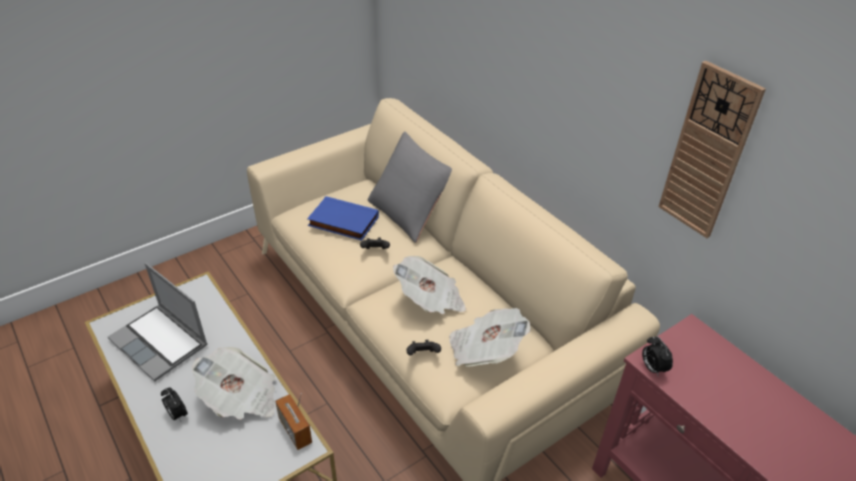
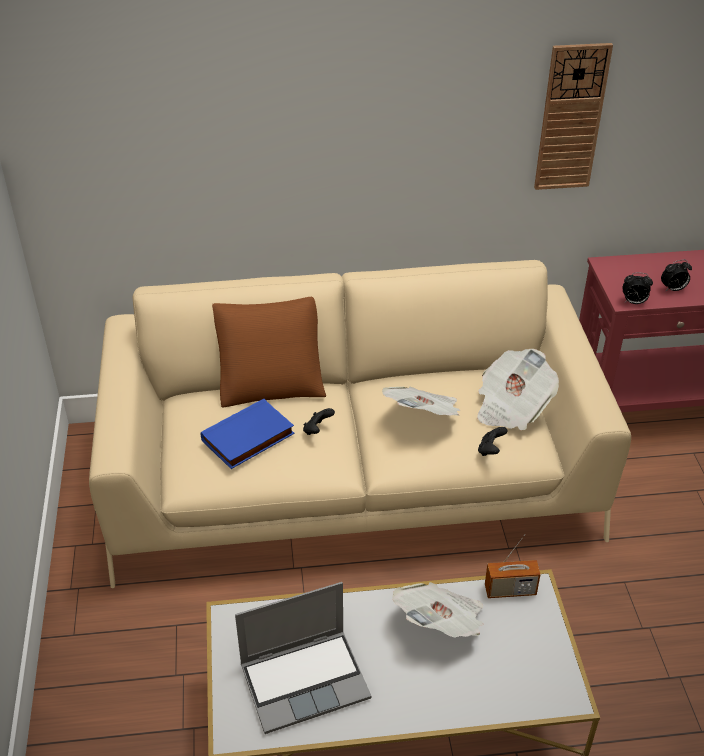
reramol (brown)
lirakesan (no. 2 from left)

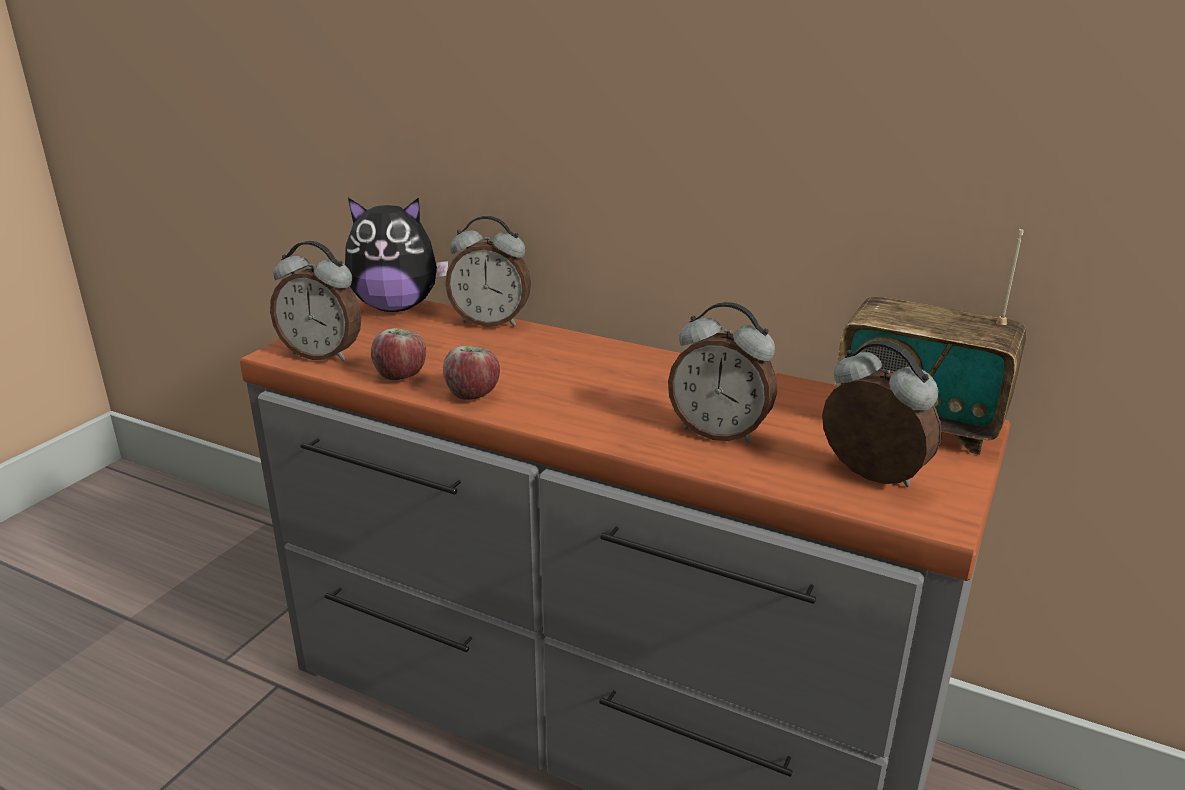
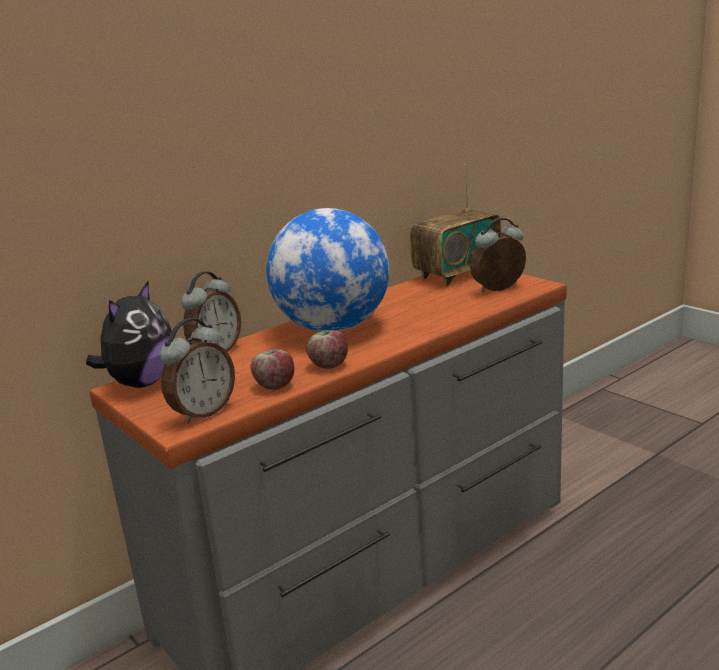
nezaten
lirakesan (no. 3 from left in the first image)

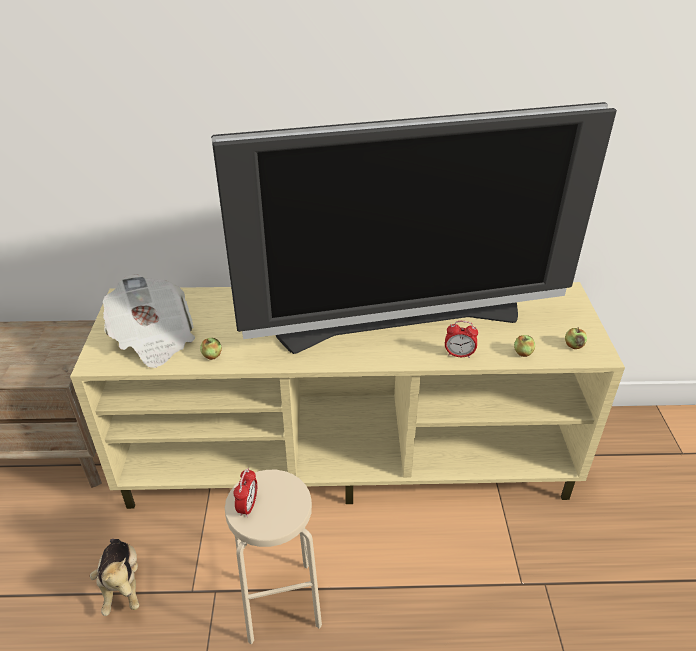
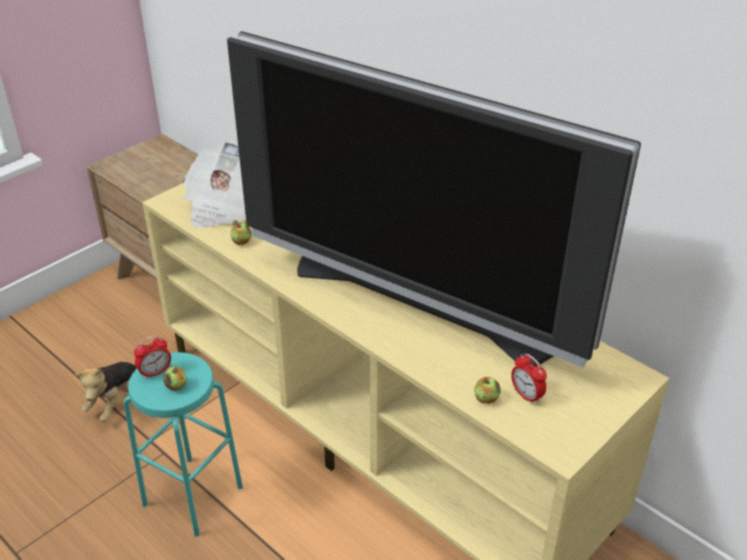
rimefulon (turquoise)
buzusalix (no. 1 from left)
lirakesan (no. 2 from left)

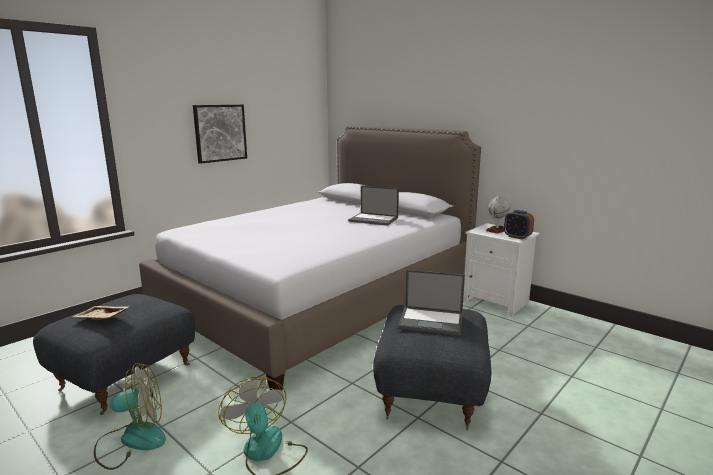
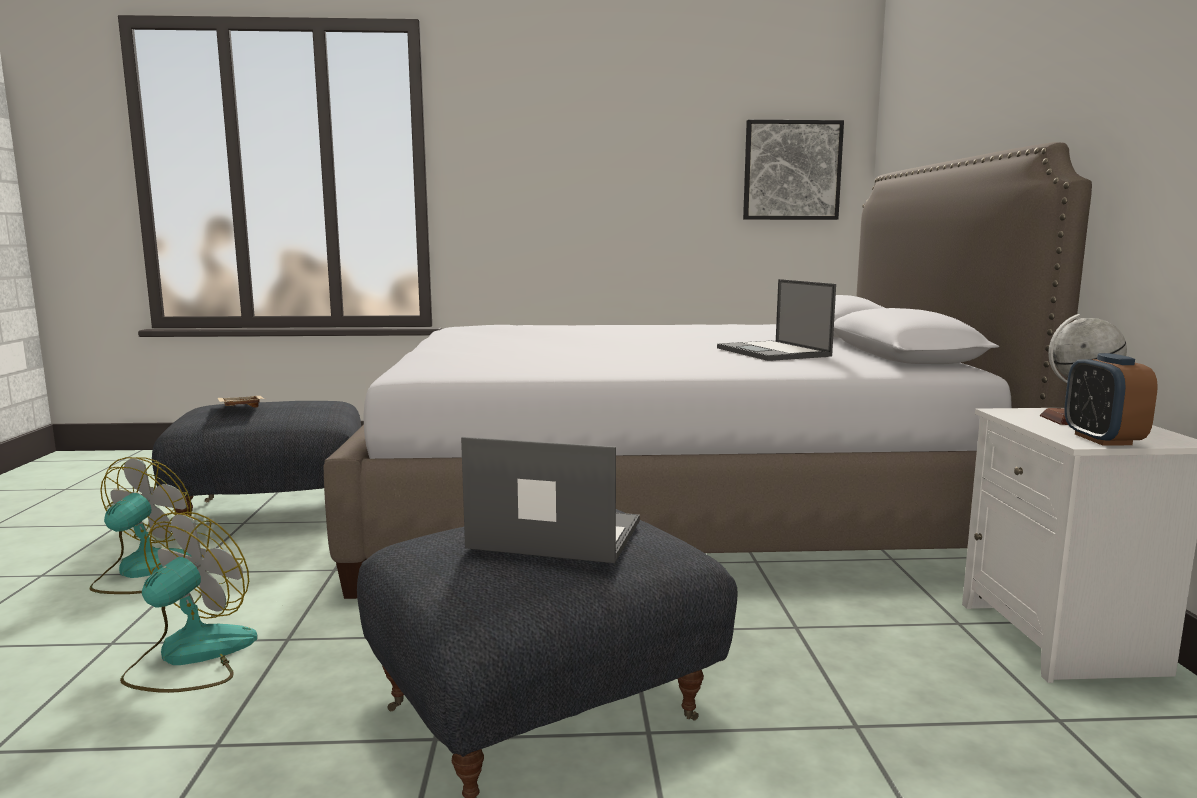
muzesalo (no. 1 from left)
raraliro (no. 1 from left)
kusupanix

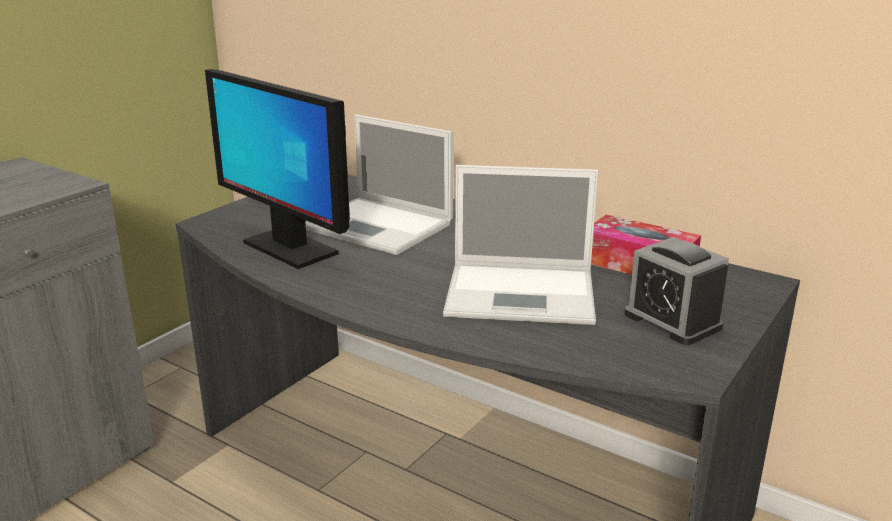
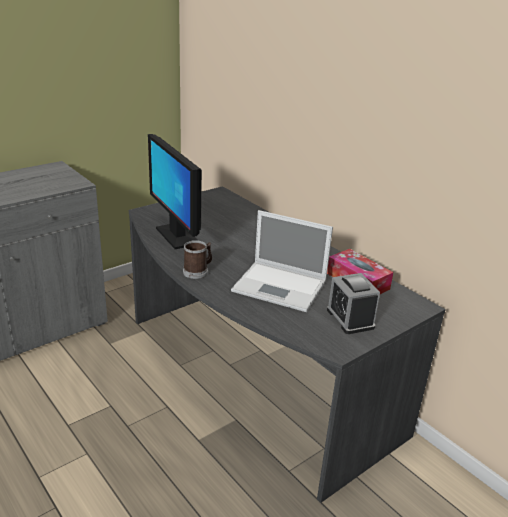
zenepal
raraliro (no. 1 from left in the first image)

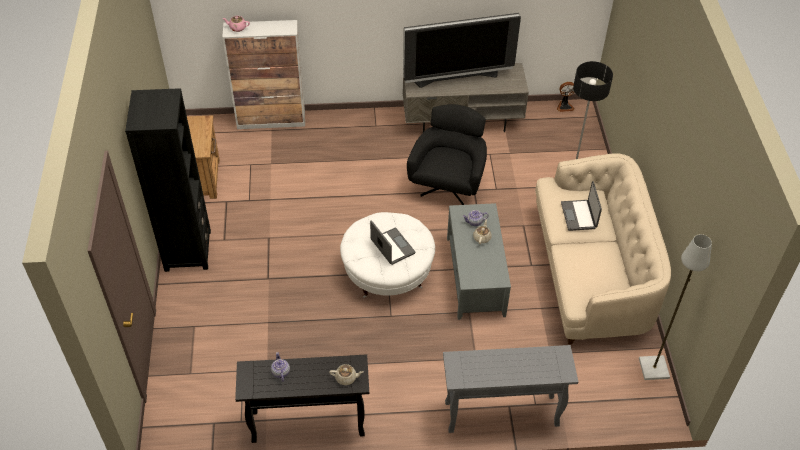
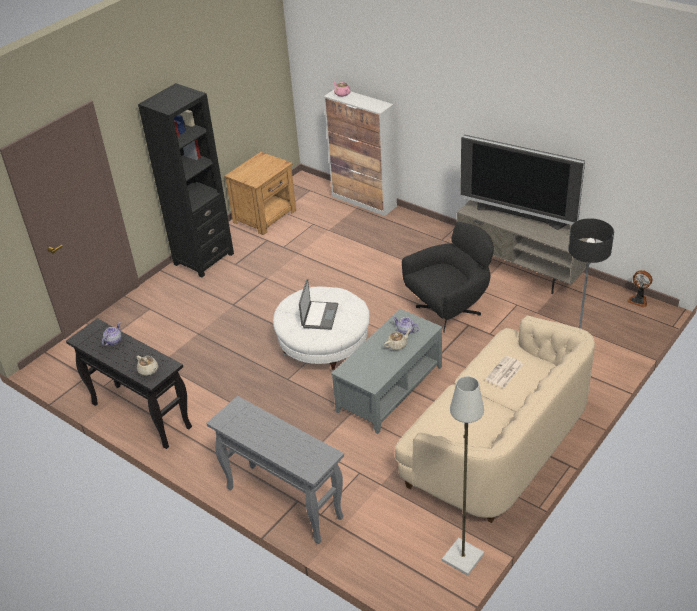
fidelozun

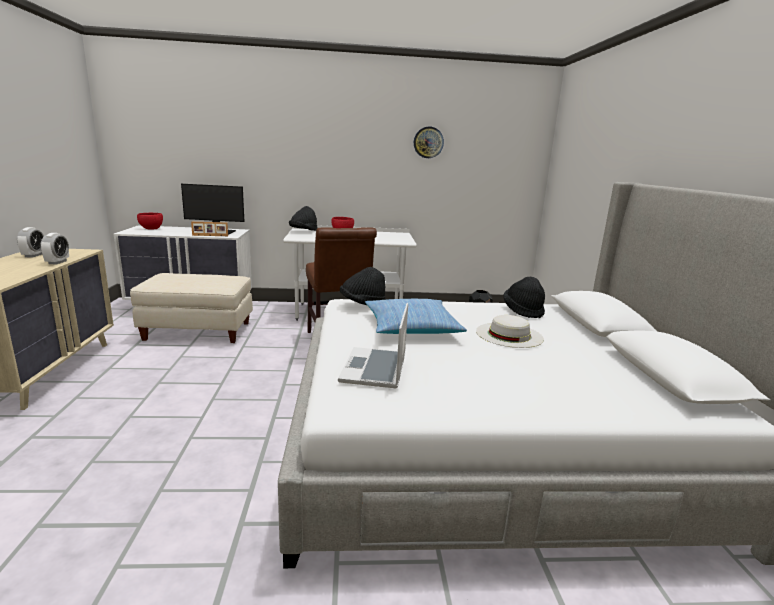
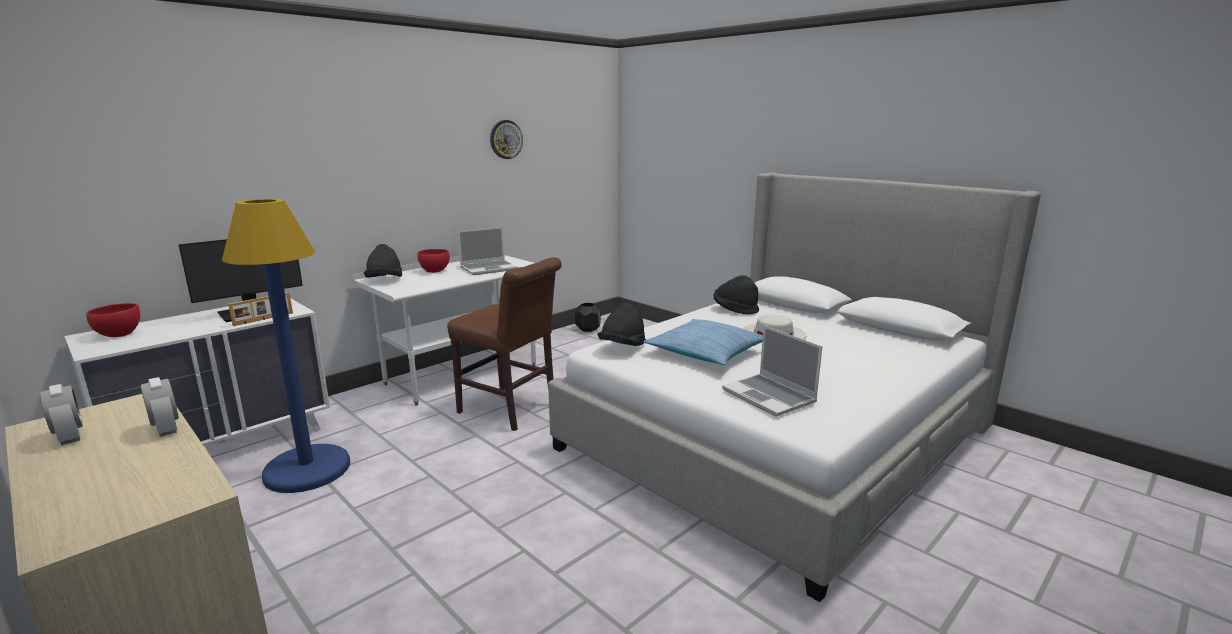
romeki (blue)
raraliro (no. 1 from left)

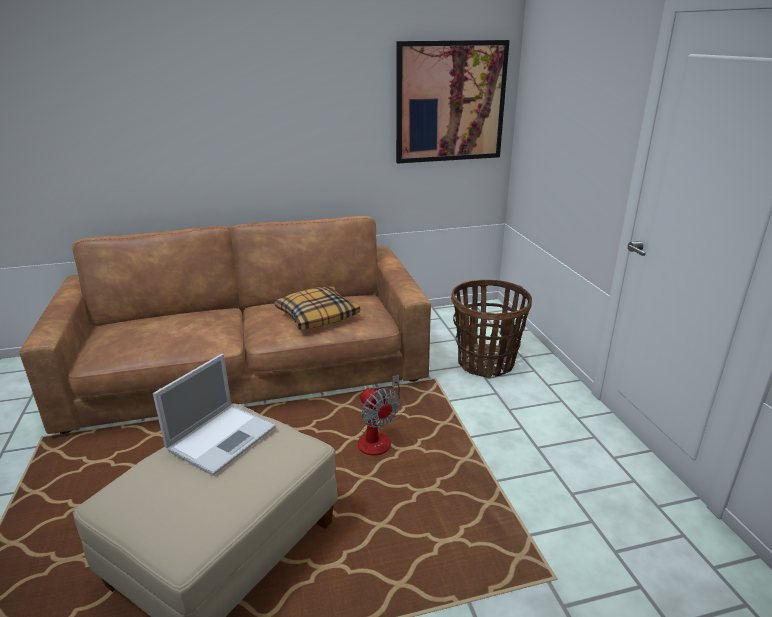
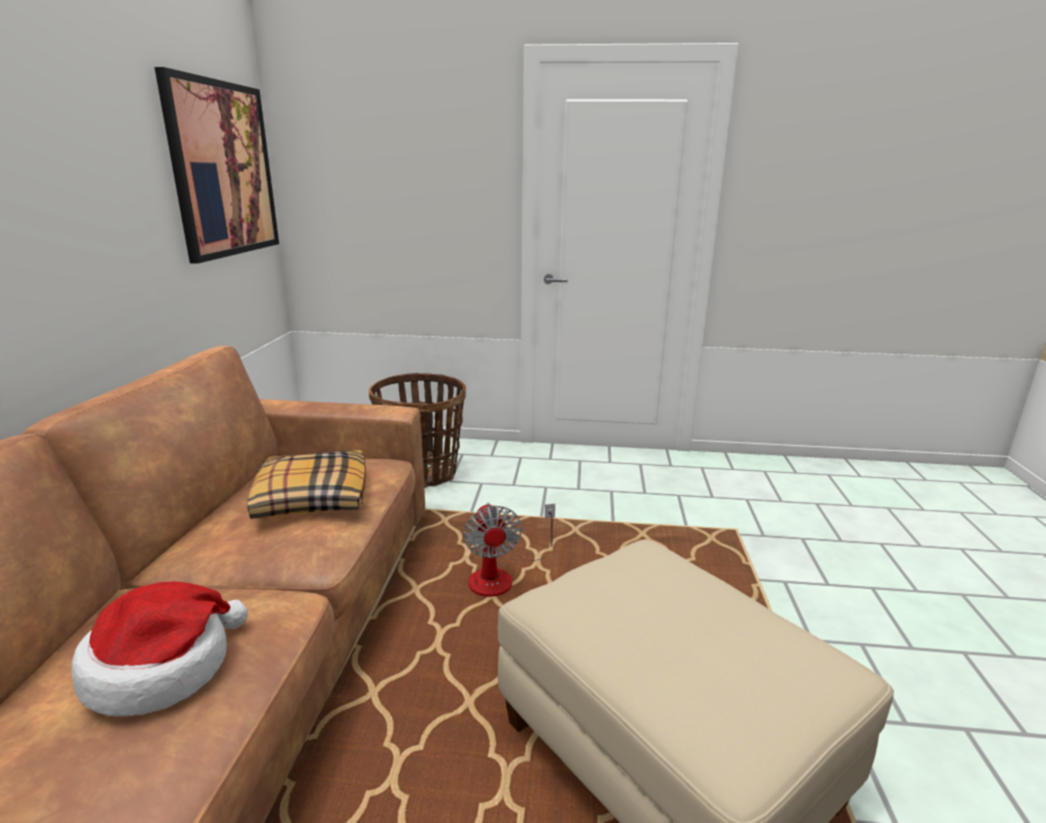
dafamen
muzesalo
raraliro

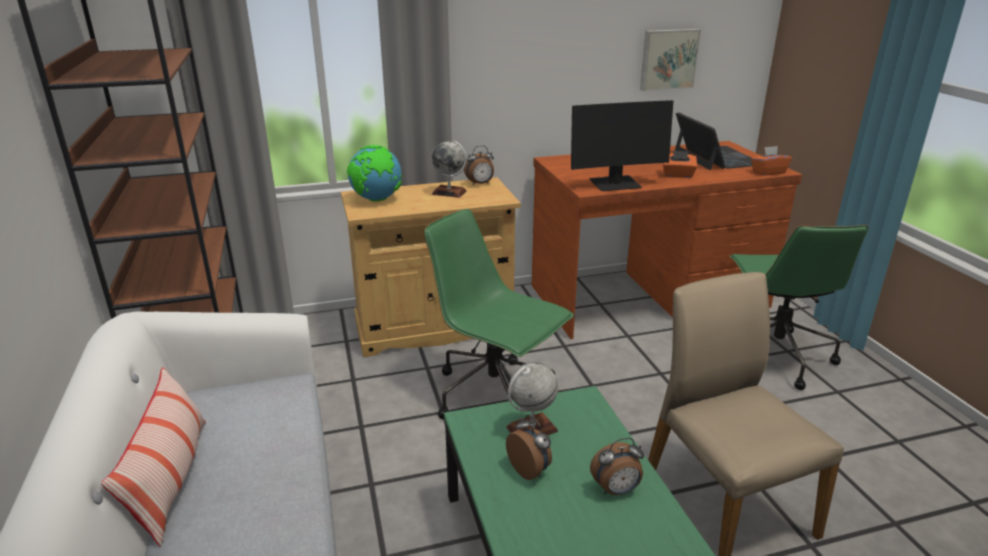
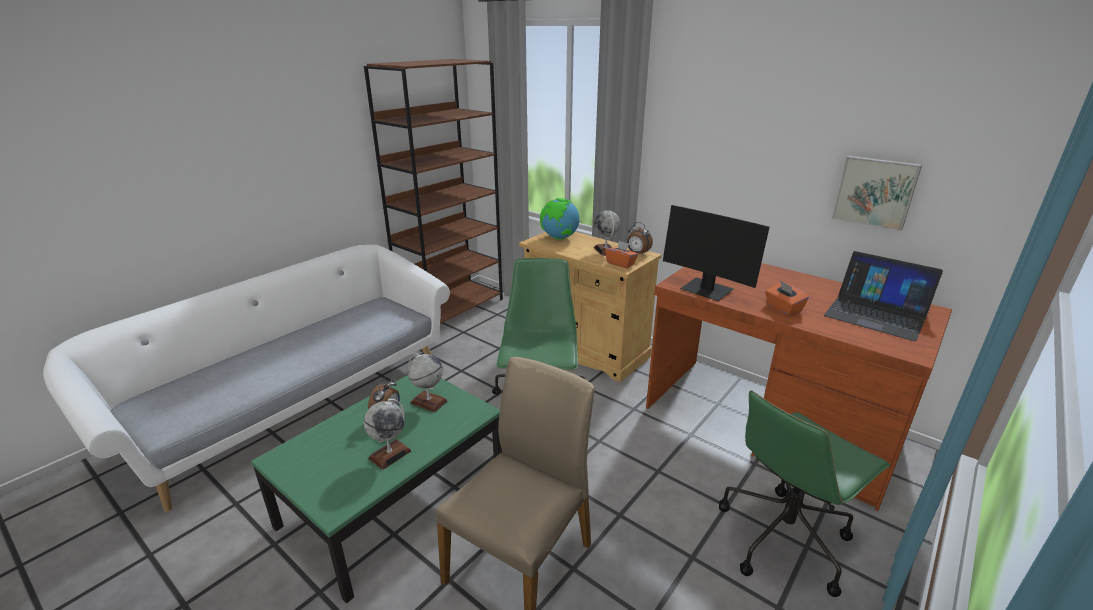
nezaten (no. 1 from left)
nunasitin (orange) (no. 1 from left)
raraliro
reramol

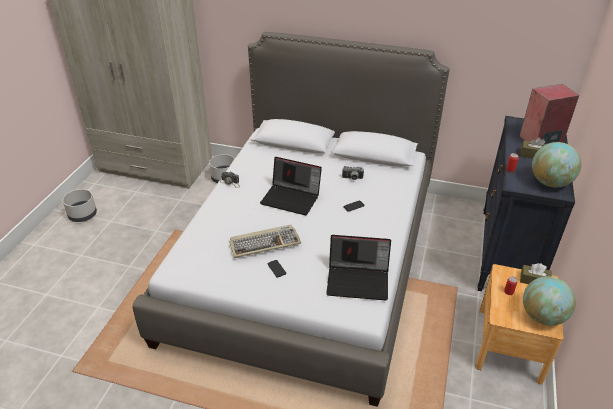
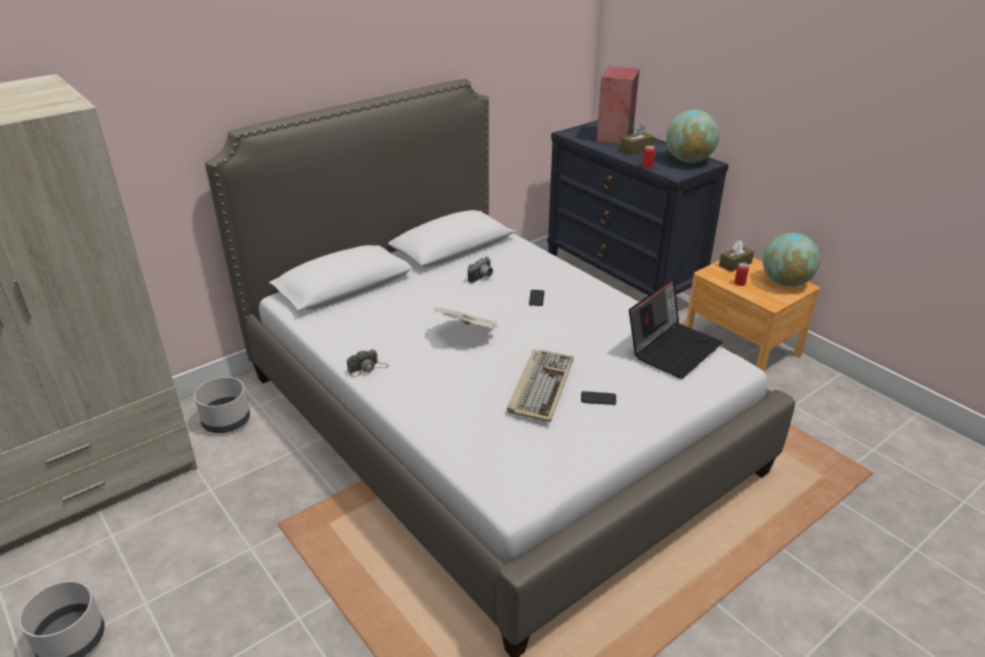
fidelozun

